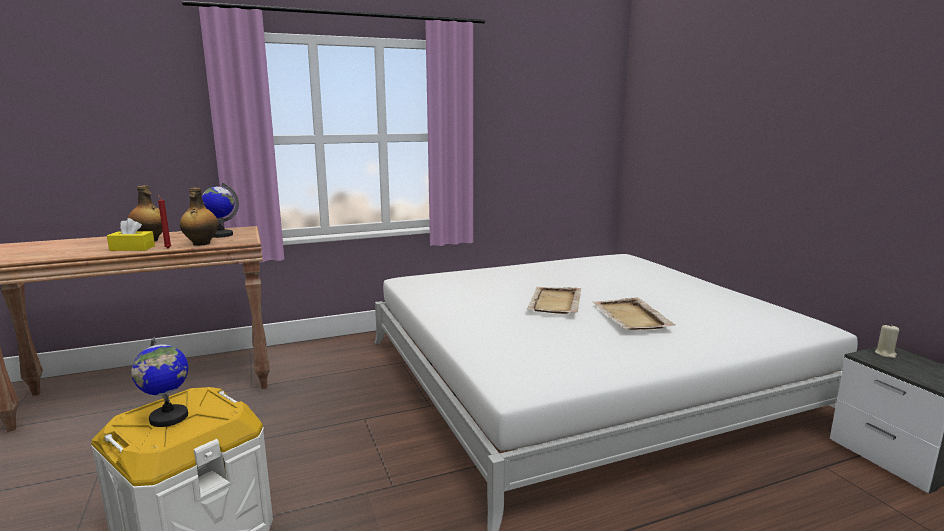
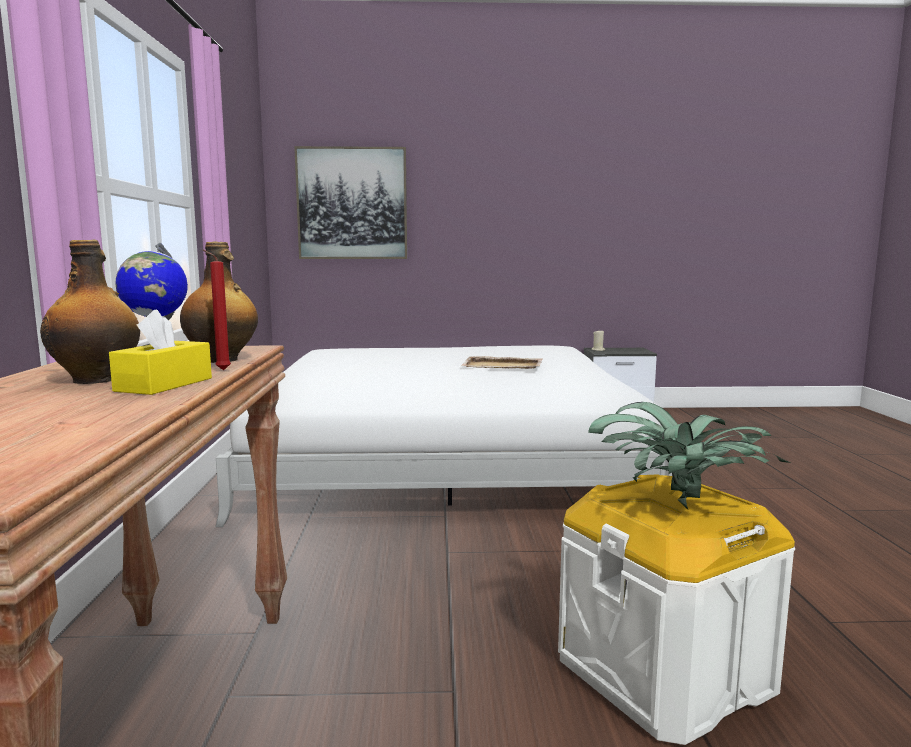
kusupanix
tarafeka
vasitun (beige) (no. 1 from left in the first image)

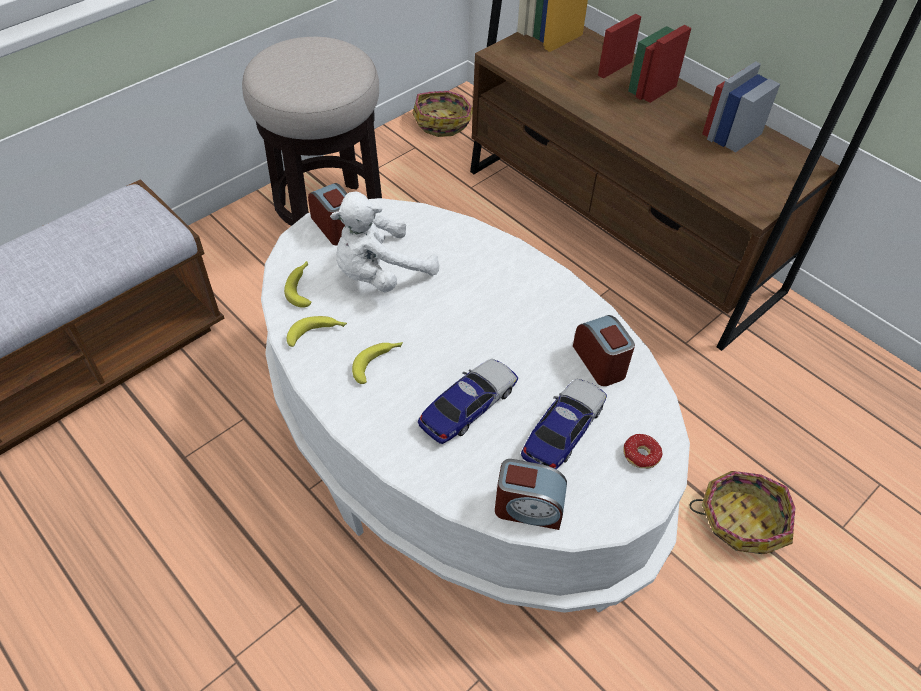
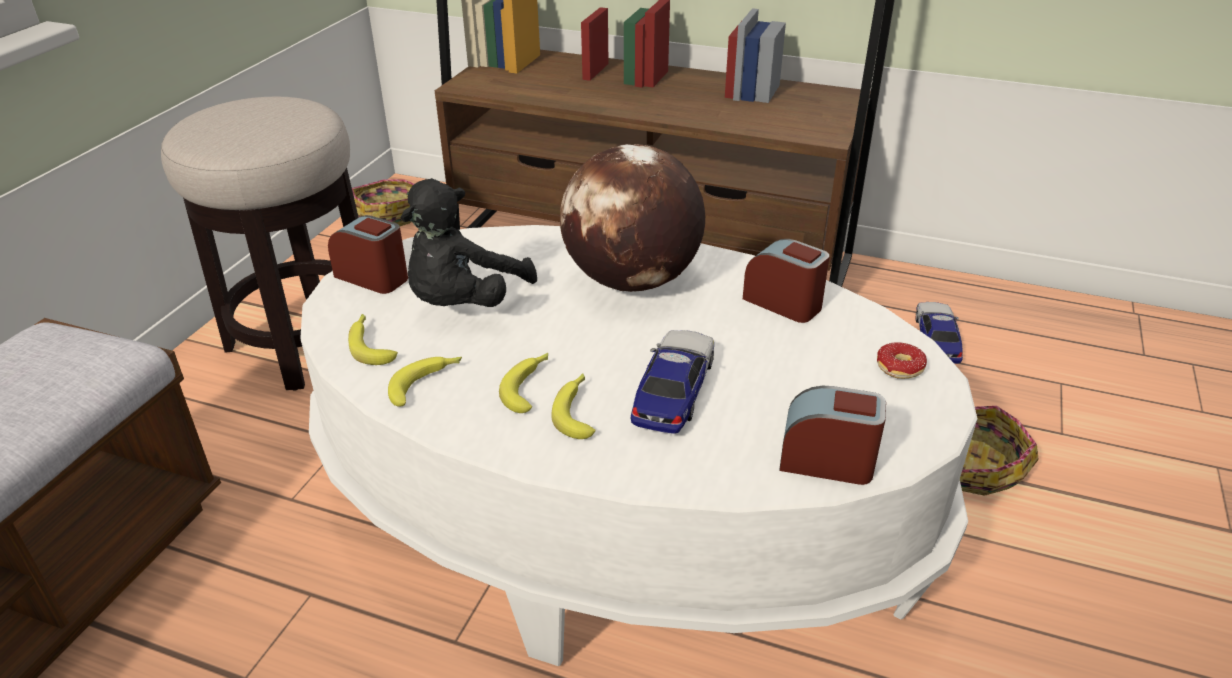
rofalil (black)
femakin (no. 4 from left)
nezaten
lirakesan (no. 3 from left)
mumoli (no. 2 from left)

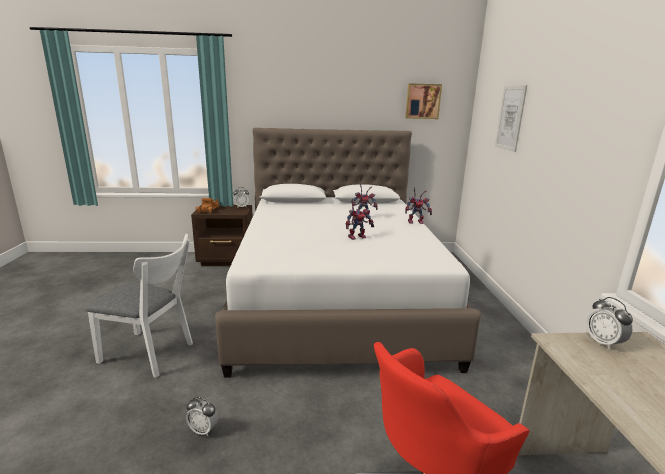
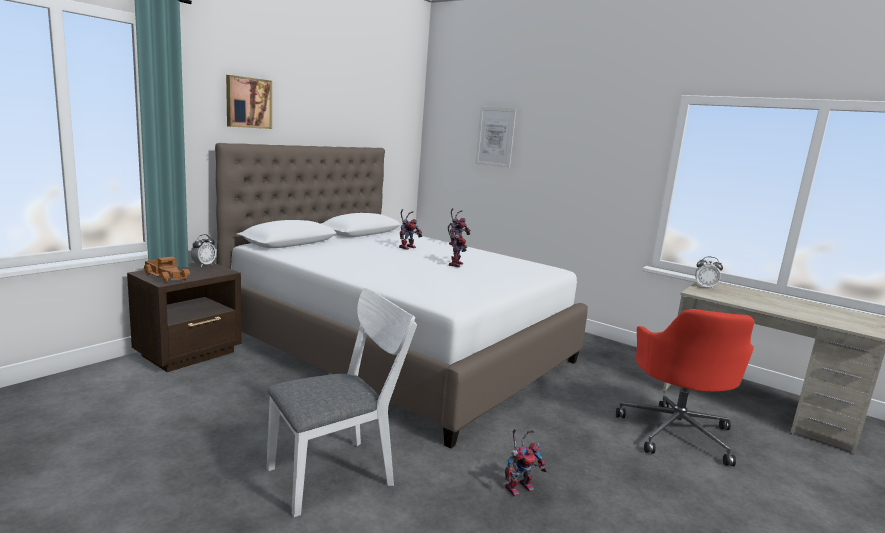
kusupanix (no. 1 from left)
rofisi (no. 4 from left)

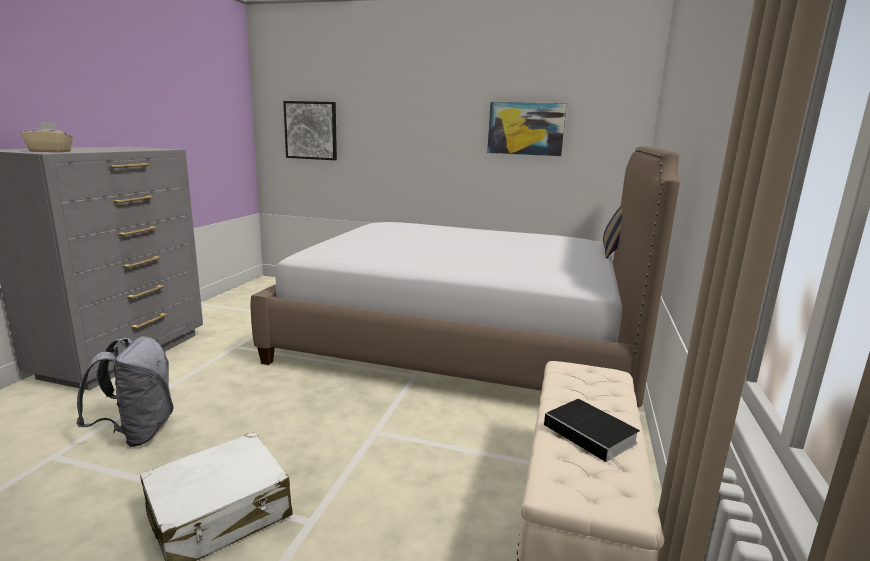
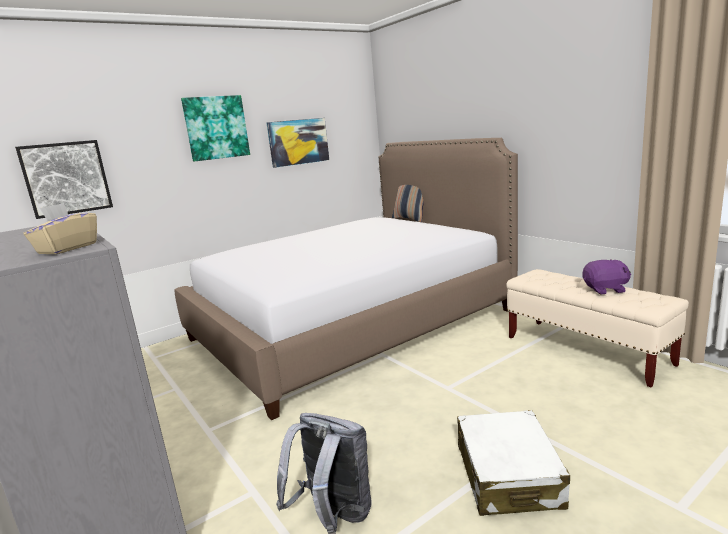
kusupanix (no. 2 from left)
rofalil (purple)

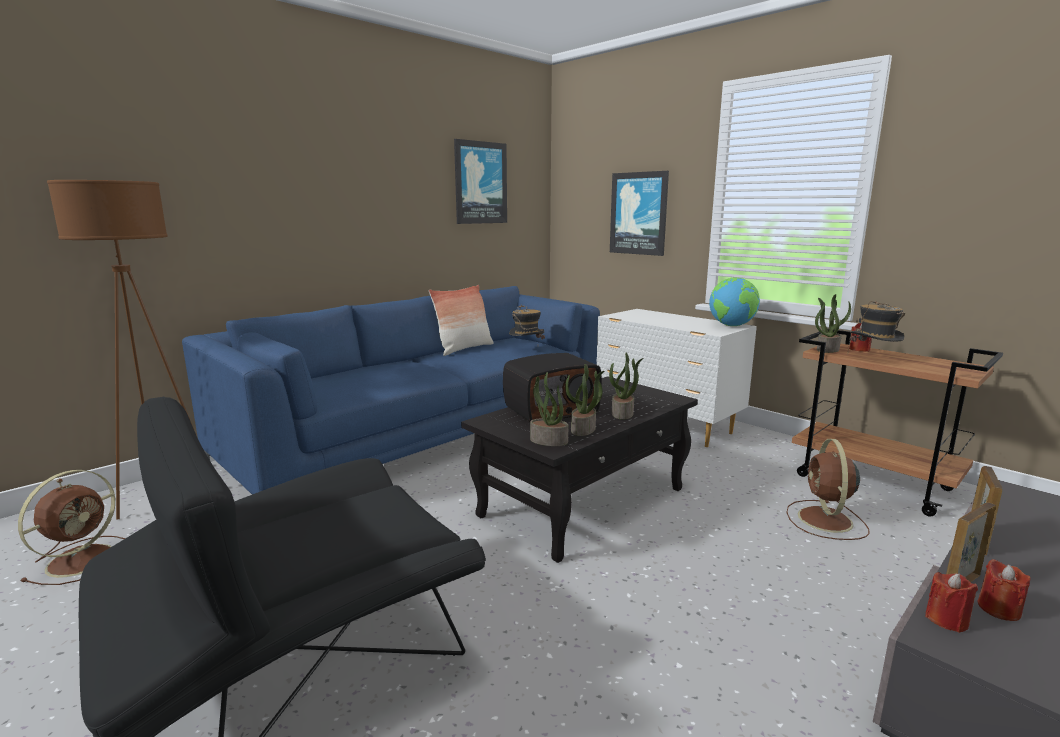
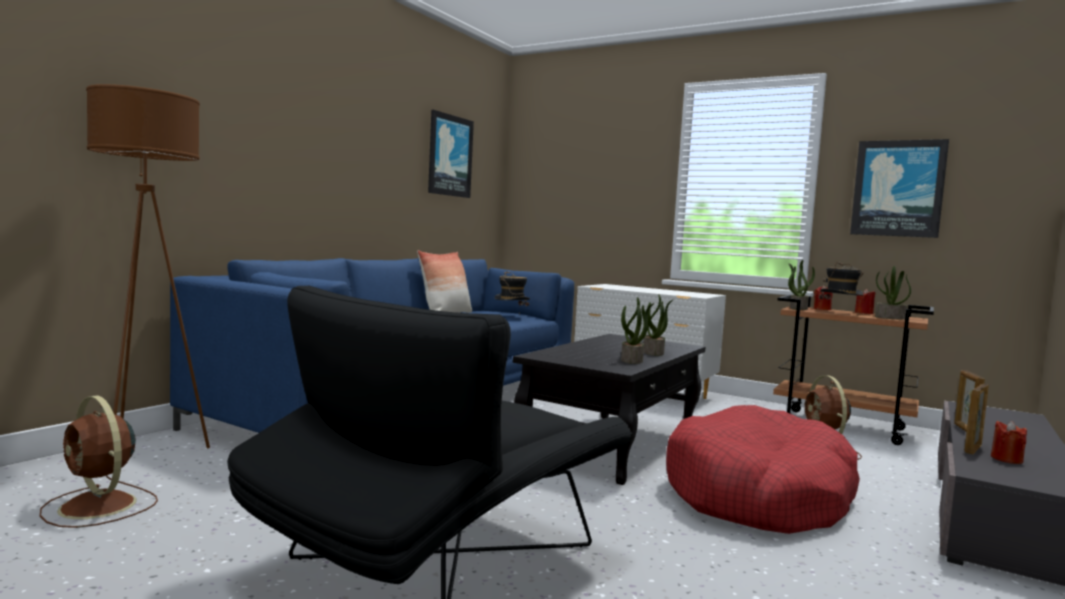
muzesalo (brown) (no. 1 from left)
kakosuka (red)
kusupanix (no. 2 from left)
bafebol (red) (no. 2 from left)
tarafeka (no. 4 from left)
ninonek
nezaten

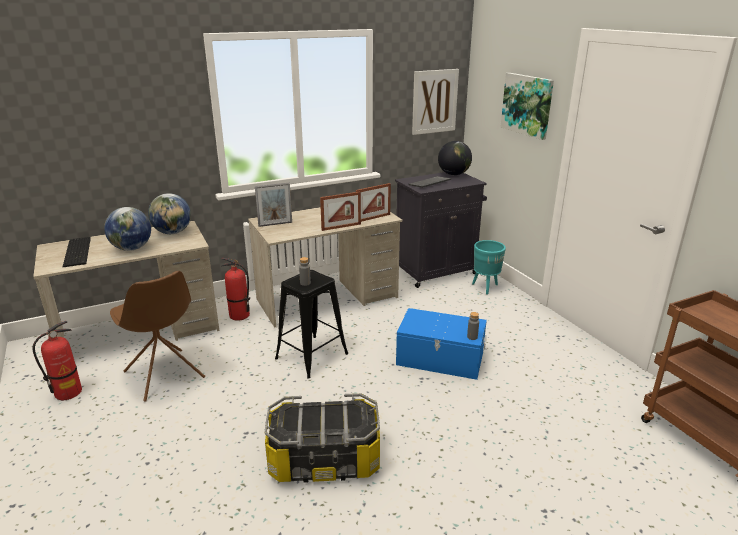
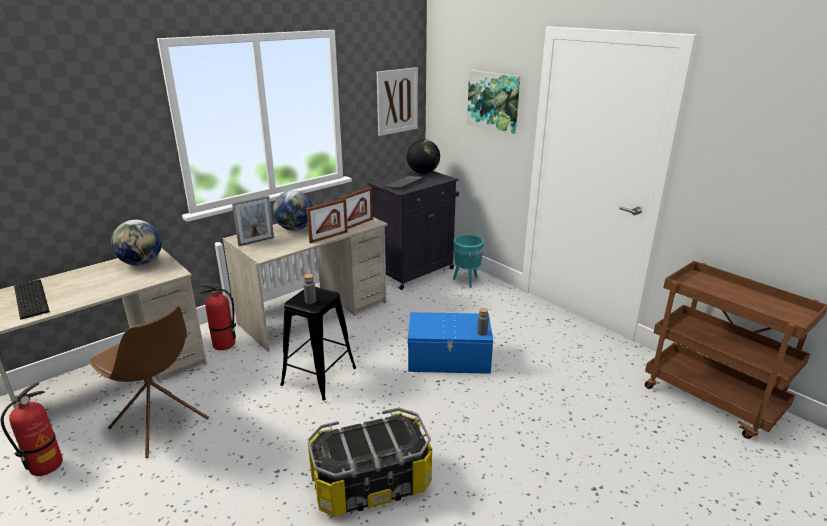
nezaten (no. 2 from left)

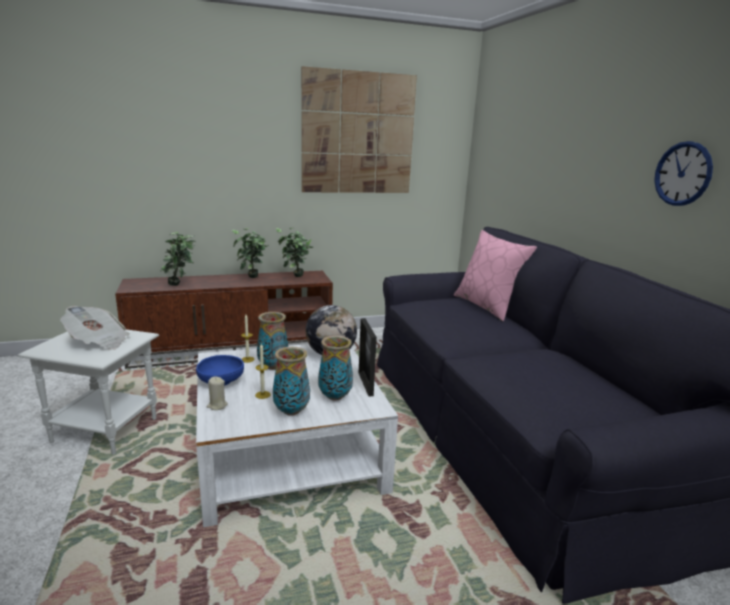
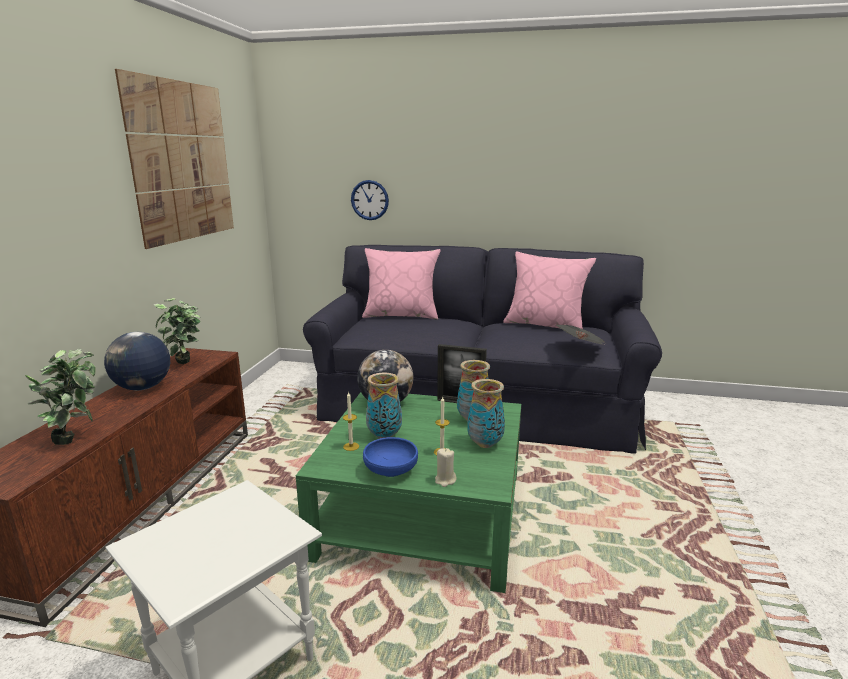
nezaten (no. 1 from left)
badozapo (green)
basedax
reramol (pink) (no. 2 from left)
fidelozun

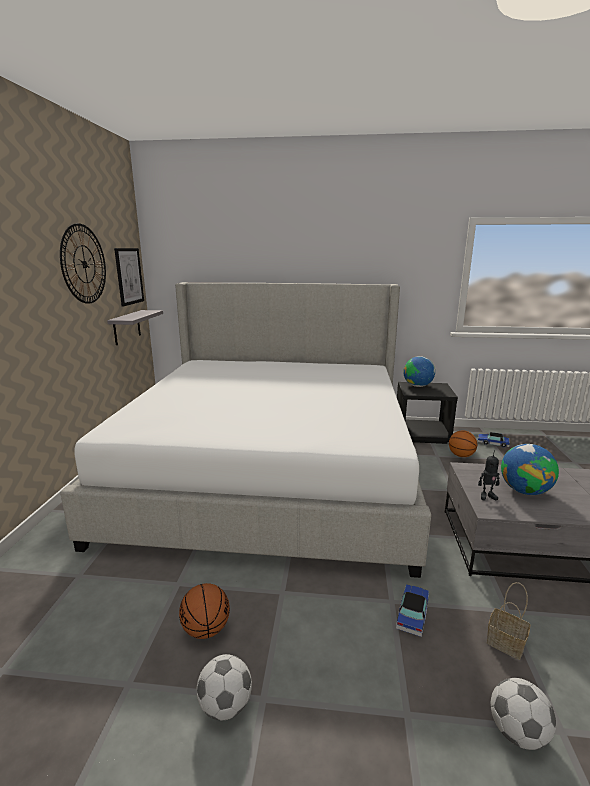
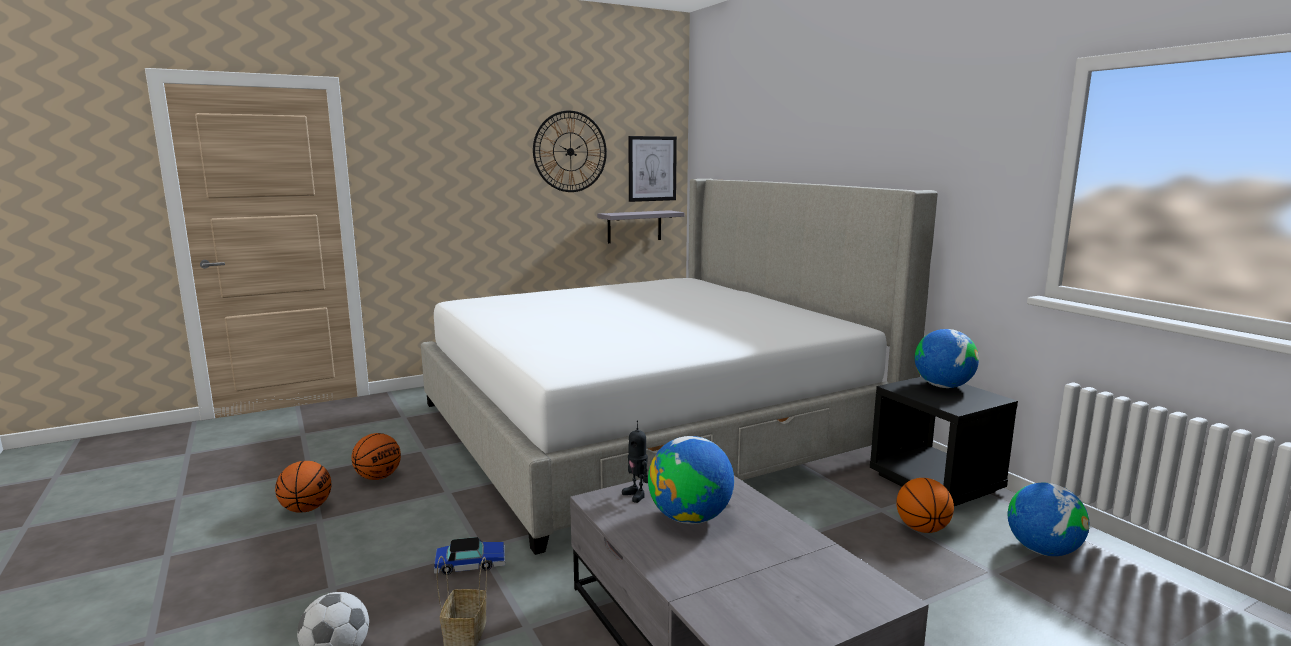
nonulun (no. 1 from left)
nezaten (no. 3 from left)

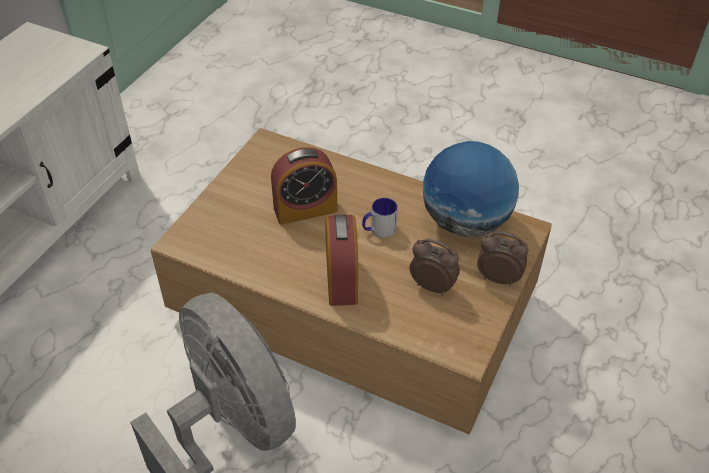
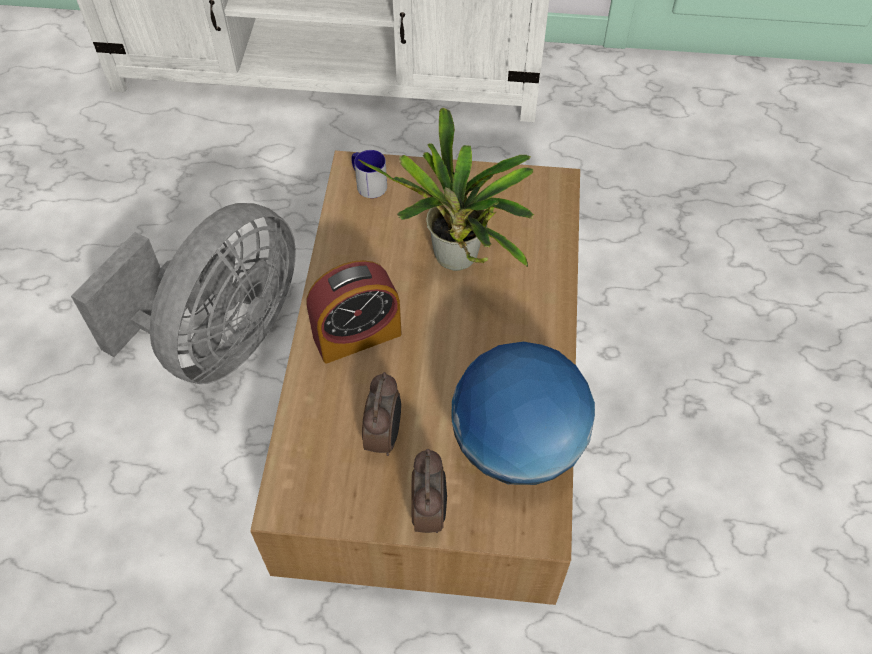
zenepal
tarafeka

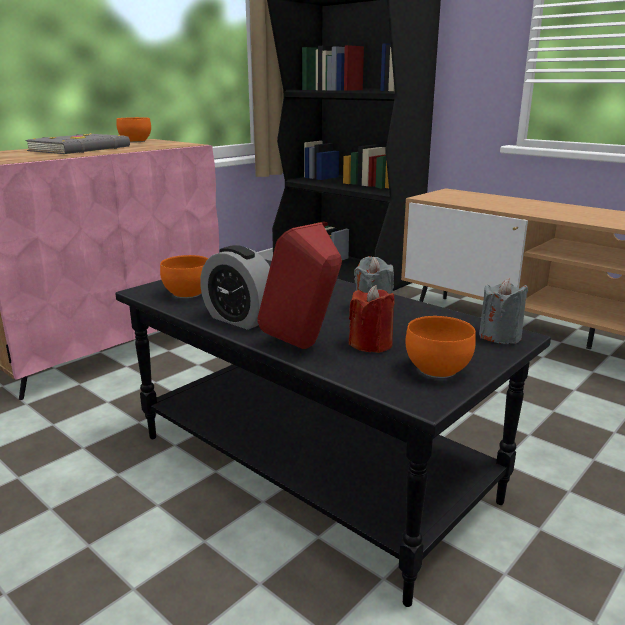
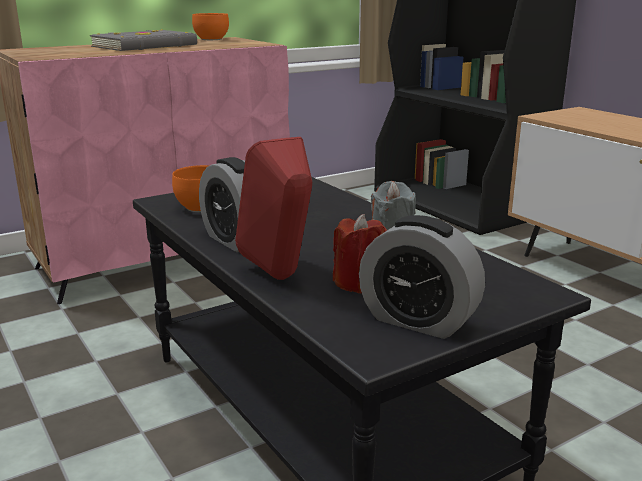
lirakesan (no. 2 from left)
bafebol (grey) (no. 2 from left in the first image)

